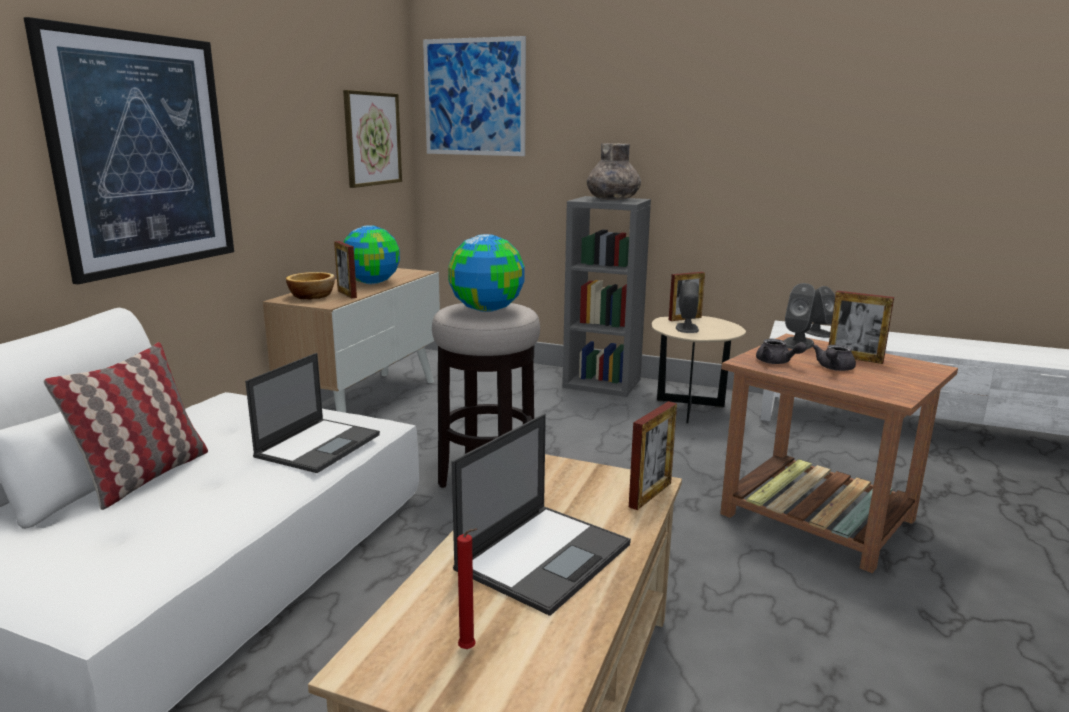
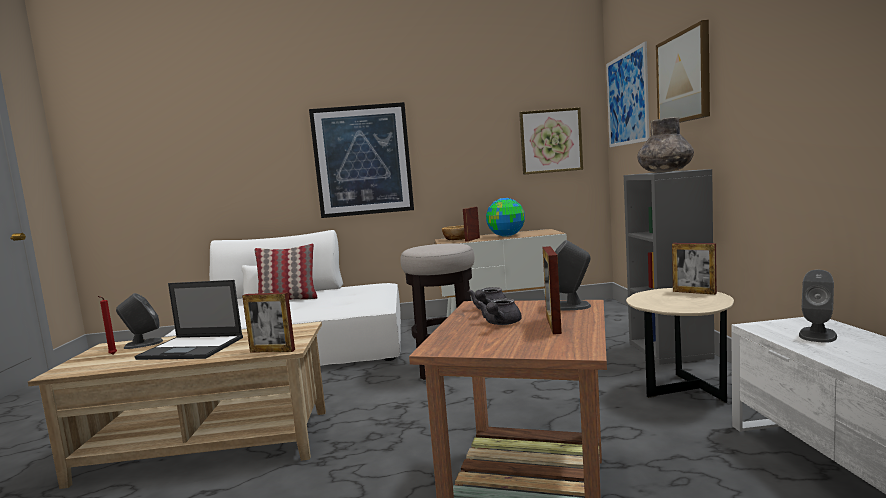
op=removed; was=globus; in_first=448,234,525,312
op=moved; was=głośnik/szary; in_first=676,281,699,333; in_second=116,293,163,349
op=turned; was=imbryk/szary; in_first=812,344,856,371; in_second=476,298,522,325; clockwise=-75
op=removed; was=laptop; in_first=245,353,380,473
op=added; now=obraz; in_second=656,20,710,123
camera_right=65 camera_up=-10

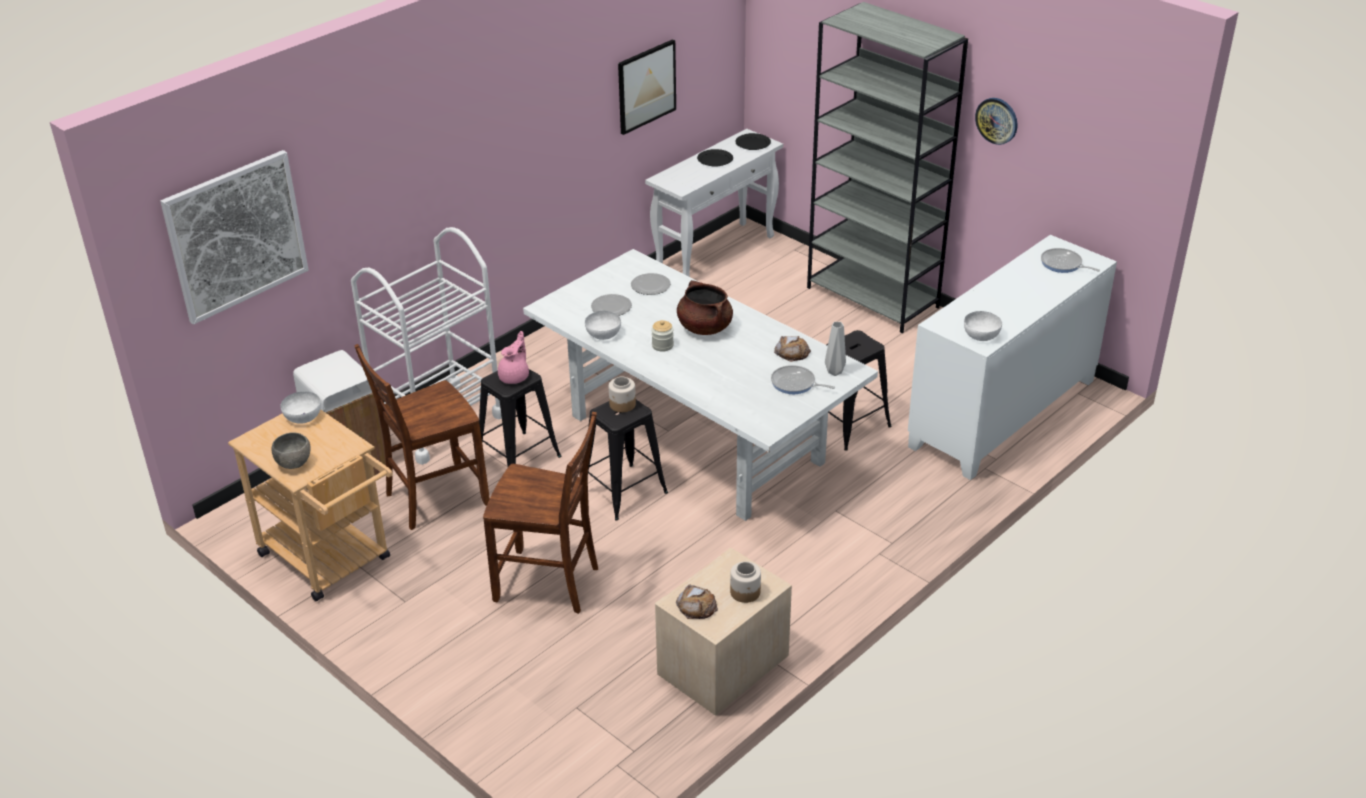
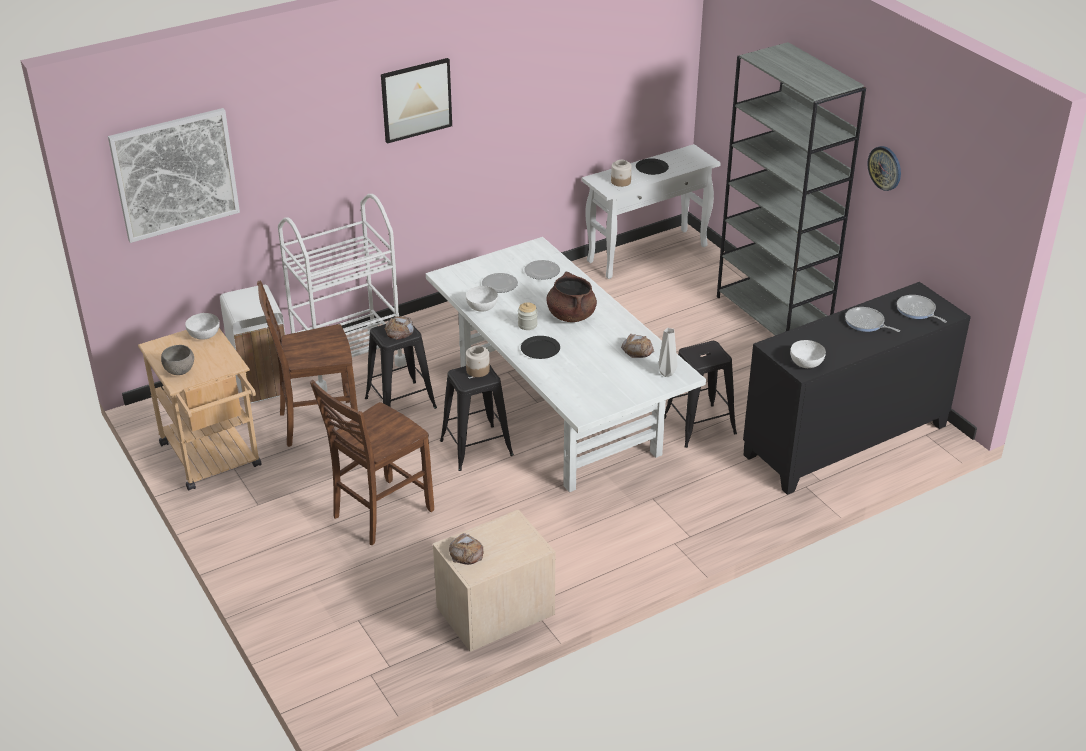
op=moved; was=obraz; in_first=618,39,676,135; in_second=381,58,452,144
op=moved; was=talerz/czarny; in_first=735,133,771,150; in_second=521,336,560,359
op=recoloured; was=szafka/biały; now=szafka/czarny; in_first=908,235,1117,480; in_second=743,282,971,495
op=replaced; was=imbryk/różowy; now=chleb; in_first=498,331,529,384; in_second=385,316,414,340
op=moved; was=patelnia; in_first=771,365,835,394; in_second=845,307,900,332
op=turned; was=krzesło/brązowy; in_first=483,412,598,614; in_second=310,380,434,545; clockwise=105
op=moved; was=słoik; in_first=730,561,761,603; in_second=611,160,632,187
camera_right=15 camera_up=0

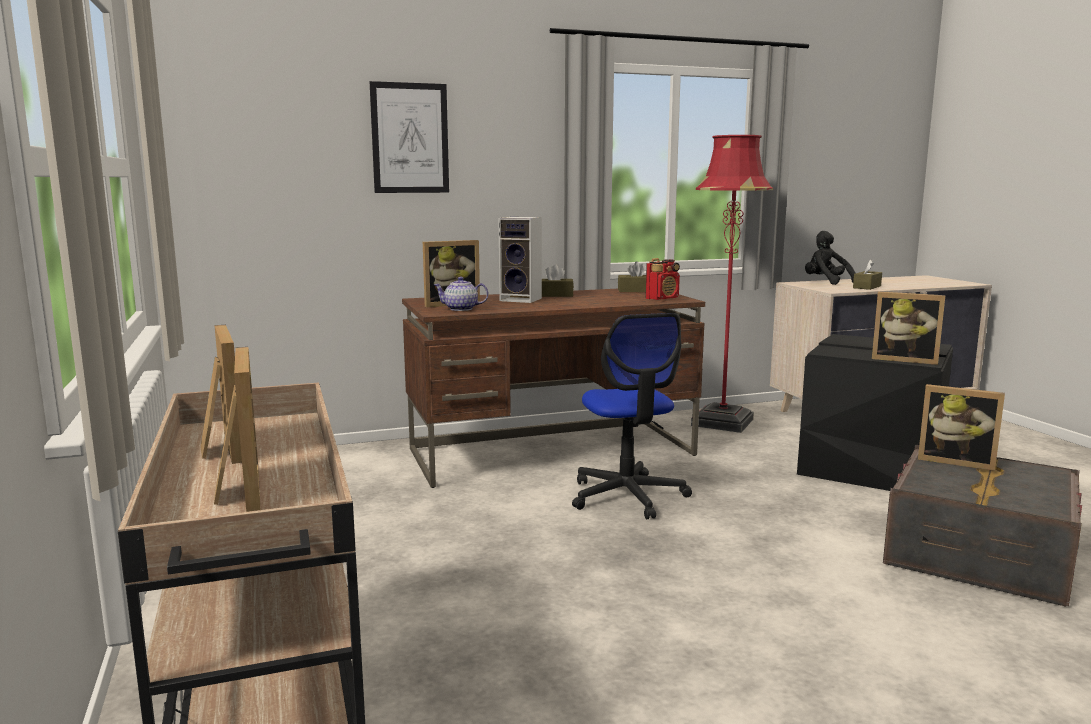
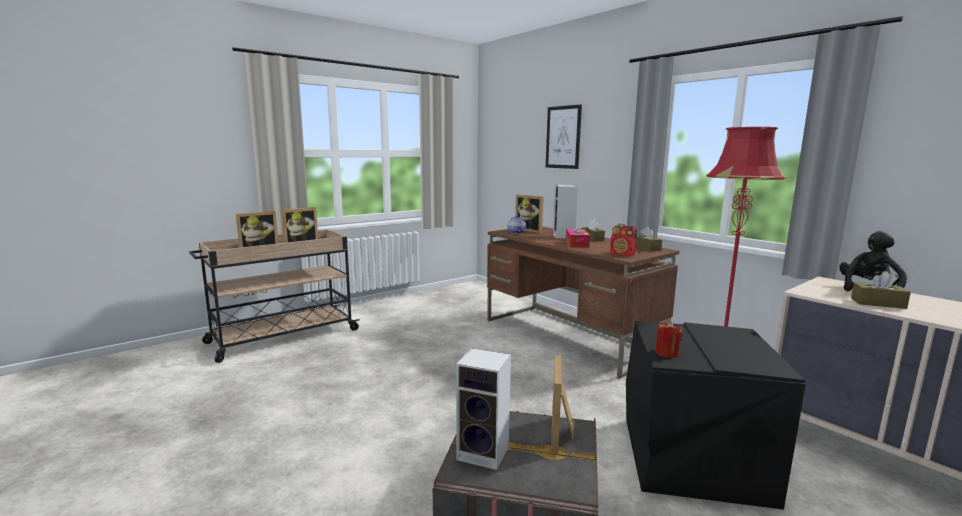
op=replaced; was=ramka na zdjęcie; now=świeca/czerwony; in_first=872,292,945,365; in_second=655,322,683,358
op=removed; was=krzesło biurowe; in_first=572,313,692,519
op=added; now=pudełko chusteczek; in_second=566,229,590,248
op=added; now=głośnik; in_second=456,348,511,470
camera_right=70 camera_up=0

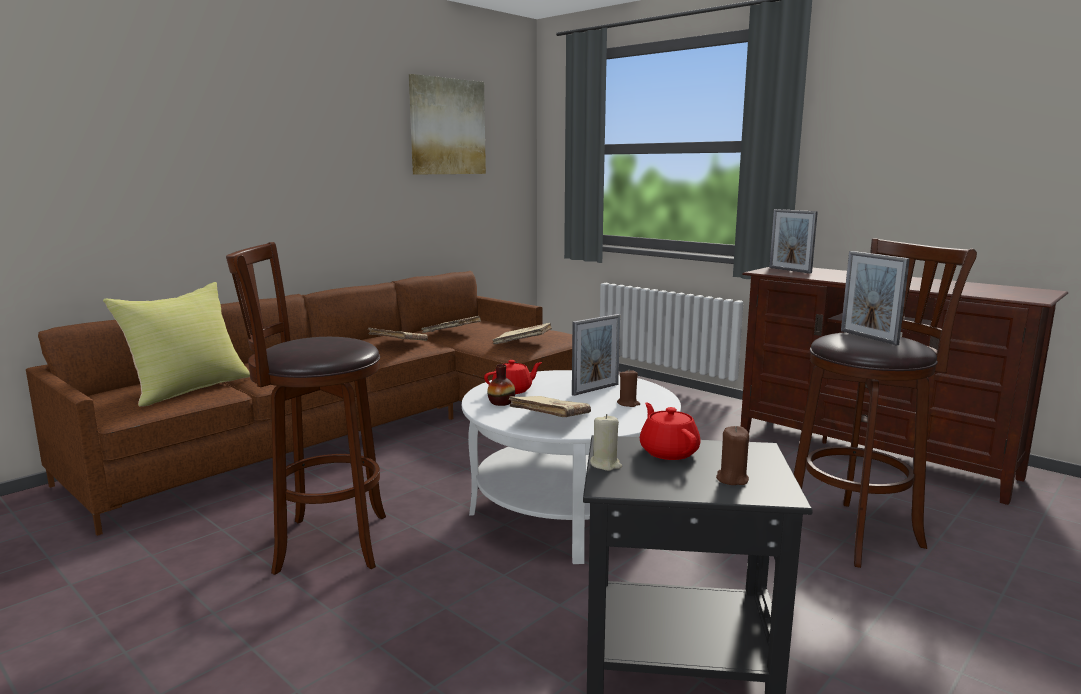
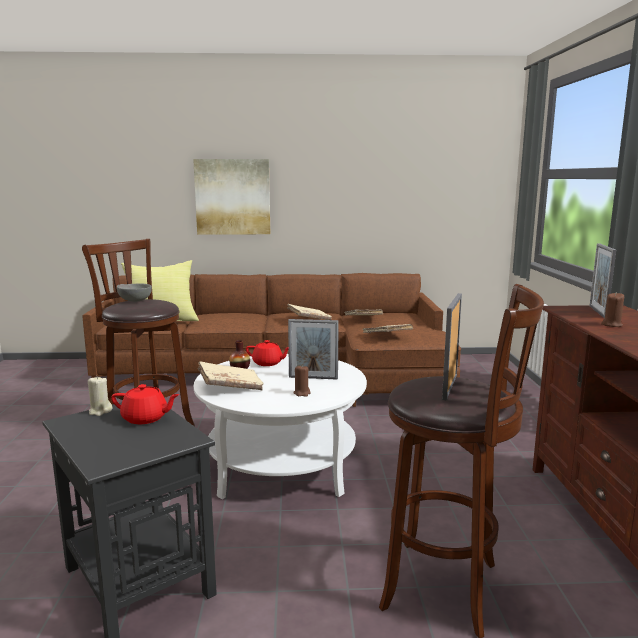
op=moved; was=obraz; in_first=409,74,486,174; in_second=193,159,270,235
op=turned; was=imbryk/czerwony; in_first=640,402,701,460; in_second=111,384,180,424; clockwise=75
op=moved; was=świeca/brązowy; in_first=716,426,749,485; in_second=601,293,624,327
op=added; now=miska/szary; in_second=117,283,152,302
camera_right=45 camera_up=0

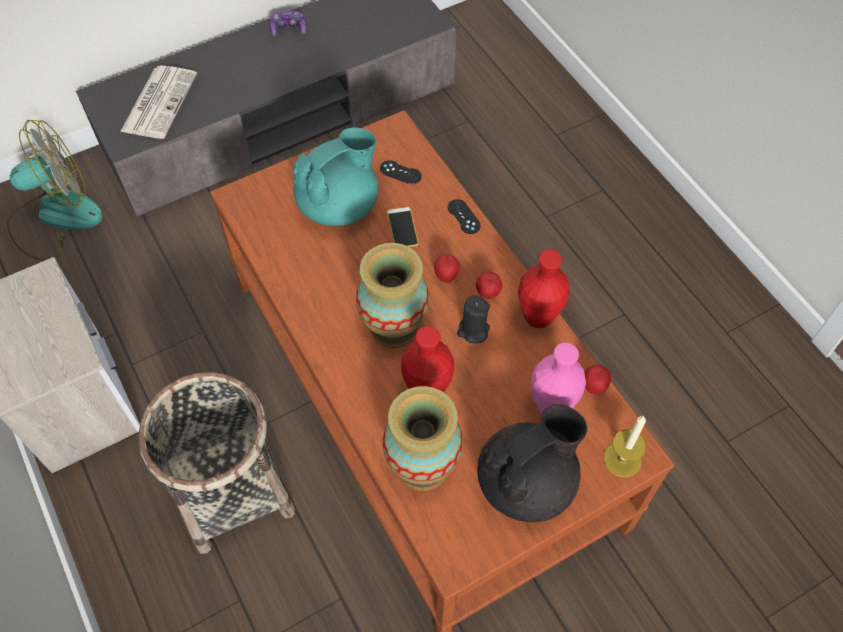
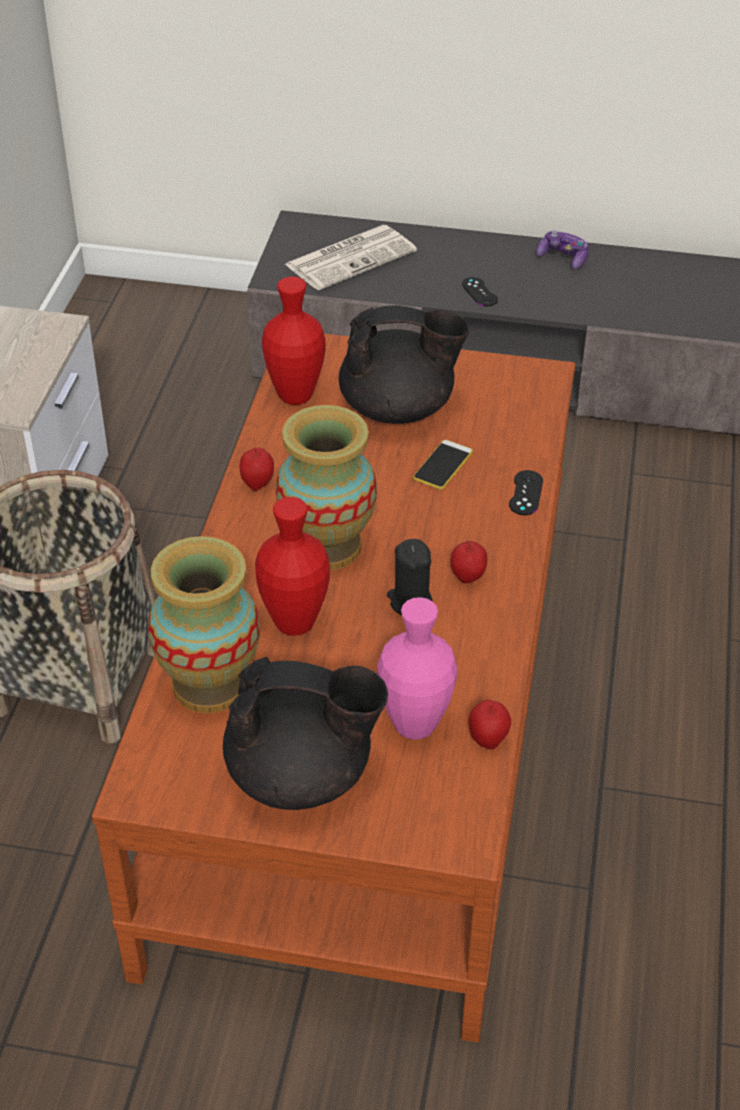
op=removed; was=wentylator; in_first=7,120,103,261
op=recoloured; was=imbryk/turkusowy; now=imbryk/czarny; in_first=293,127,378,226; in_second=339,305,470,424
op=moved; was=pad do gier/czarny; in_first=380,160,422,184; in_second=462,277,498,307
op=moved; was=wazon/czerwony; in_first=518,249,570,328; in_second=262,277,326,405
op=moved; was=jabłko; in_first=434,254,460,283; in_second=240,447,274,491
op=removed; was=świeca; in_first=603,416,647,478
camera_right=40 camera_up=-15

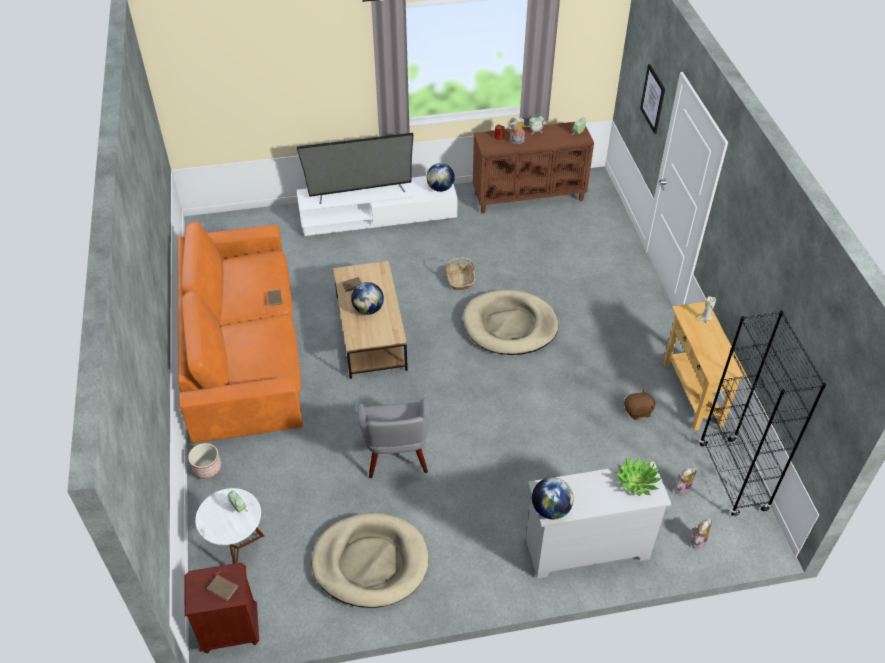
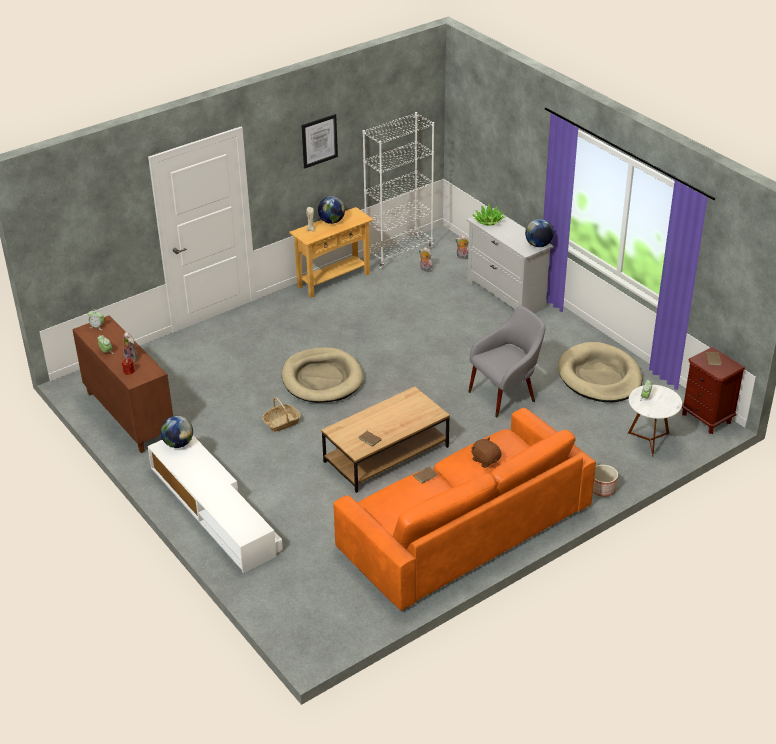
op=moved; was=obraz; in_first=640,64,665,134; in_second=301,114,338,168
op=removed; was=telewizor; in_first=297,133,413,204
op=moved; was=globus; in_first=351,282,384,315; in_second=318,196,345,224
op=recoloured; was=regał/czarny; now=regał/biały; in_first=699,311,826,516; in_second=363,112,434,269
op=moved; was=pluszak/brązowy; in_first=624,390,656,420; in_second=471,437,502,468
camera_right=-115 camera_up=-10

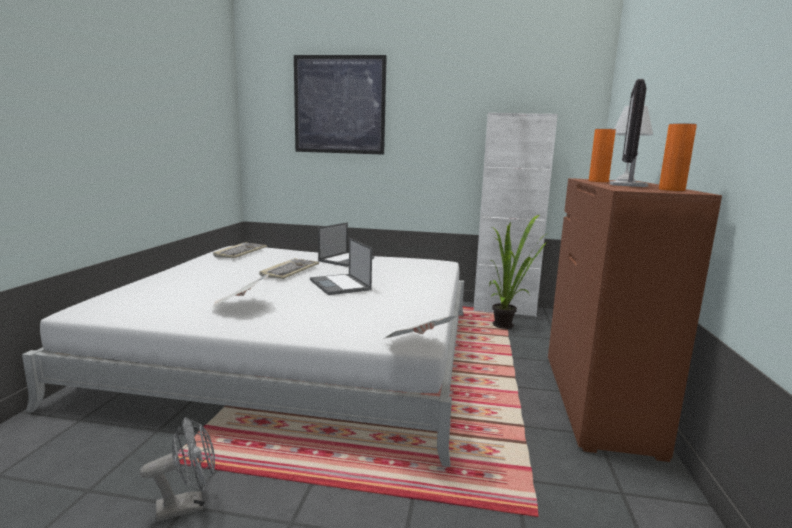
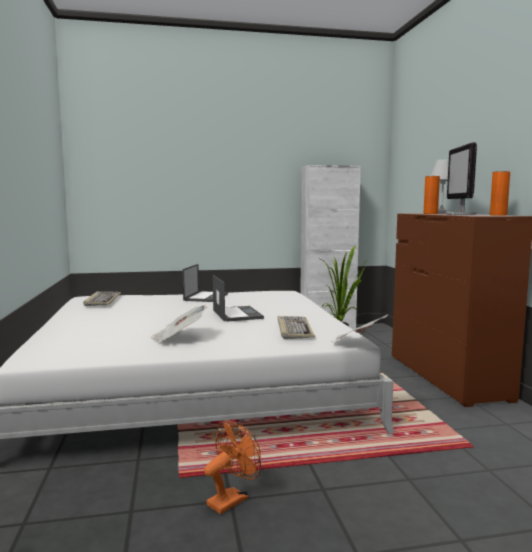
op=removed; was=obraz; in_first=294,55,387,155
op=turned; was=laptop; in_first=310,238,372,295; in_second=213,275,264,322; clockwise=-150
op=moved; was=klawiatura; in_first=259,258,319,279; in_second=278,316,315,339
op=recoloured; was=wentylator/szary; now=wentylator/pomarańczowy; in_first=140,417,215,522; in_second=204,421,261,514
camera_right=-20 camera_up=-5

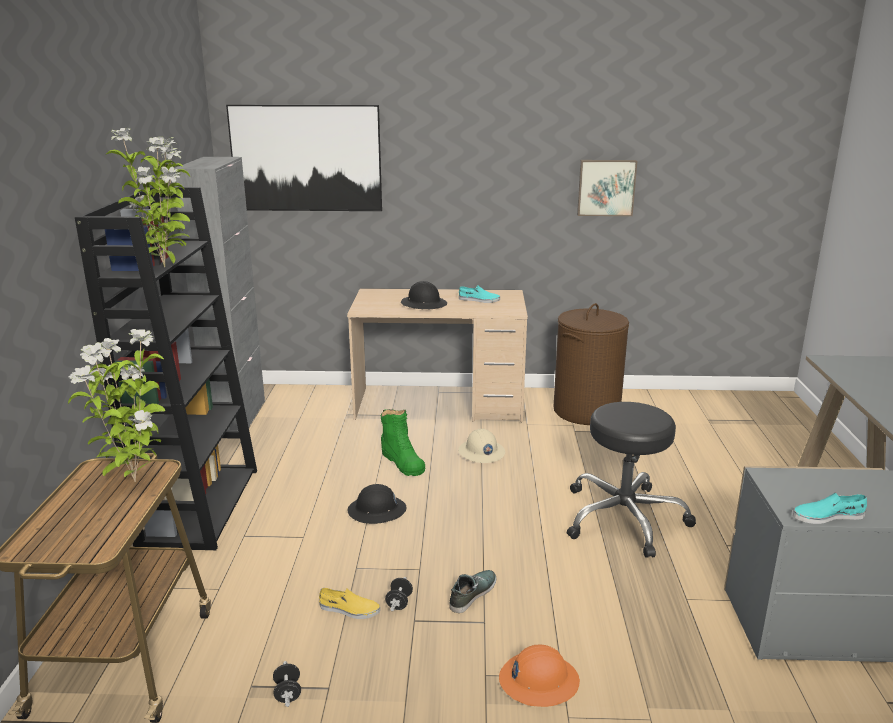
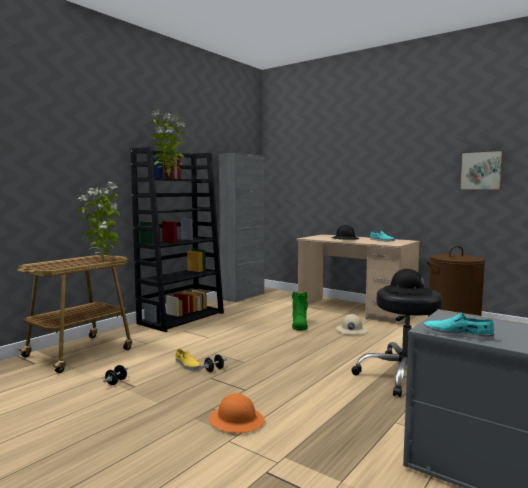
op=removed; was=obraz; in_first=226,105,382,211
op=moved; was=kask/czarny; in_first=347,484,407,524; in_second=383,269,432,295
op=removed; was=but; in_first=449,570,496,613
camera_right=35 camera_up=-15

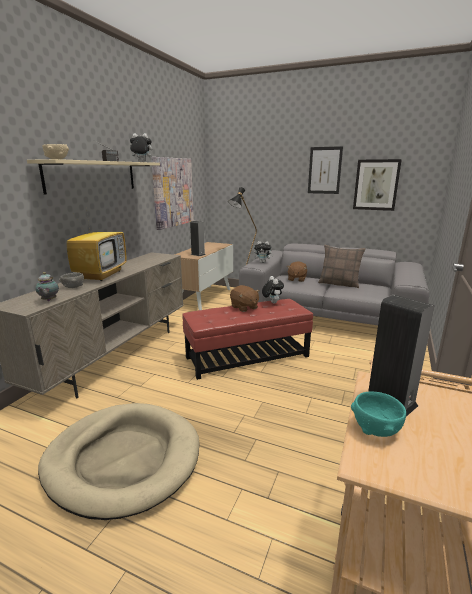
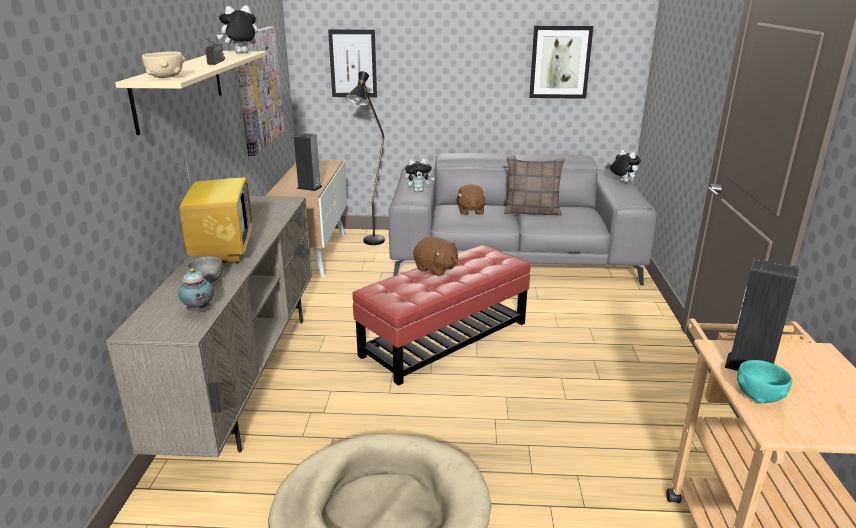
op=moved; was=obraz; in_first=308,146,343,194; in_second=328,29,377,98
op=moved; was=pluszak; in_first=262,276,284,304; in_second=610,150,641,183
camera_right=-20 camera_up=5

